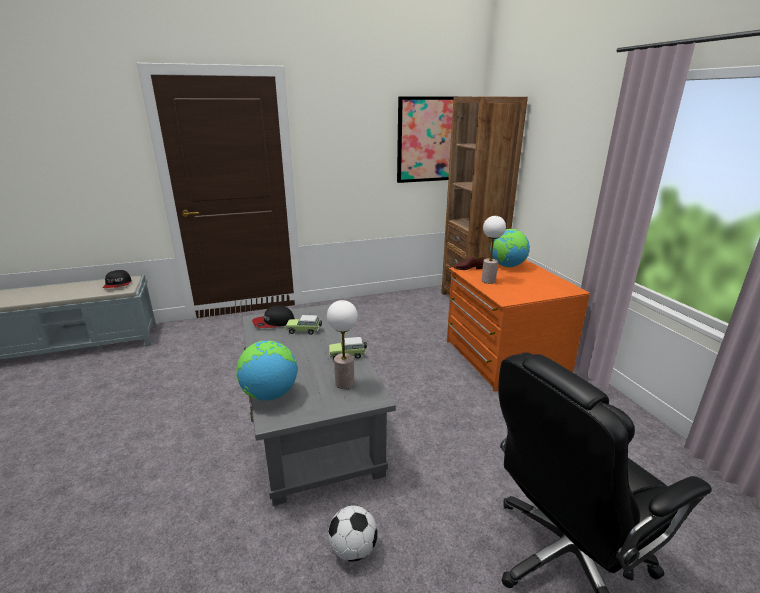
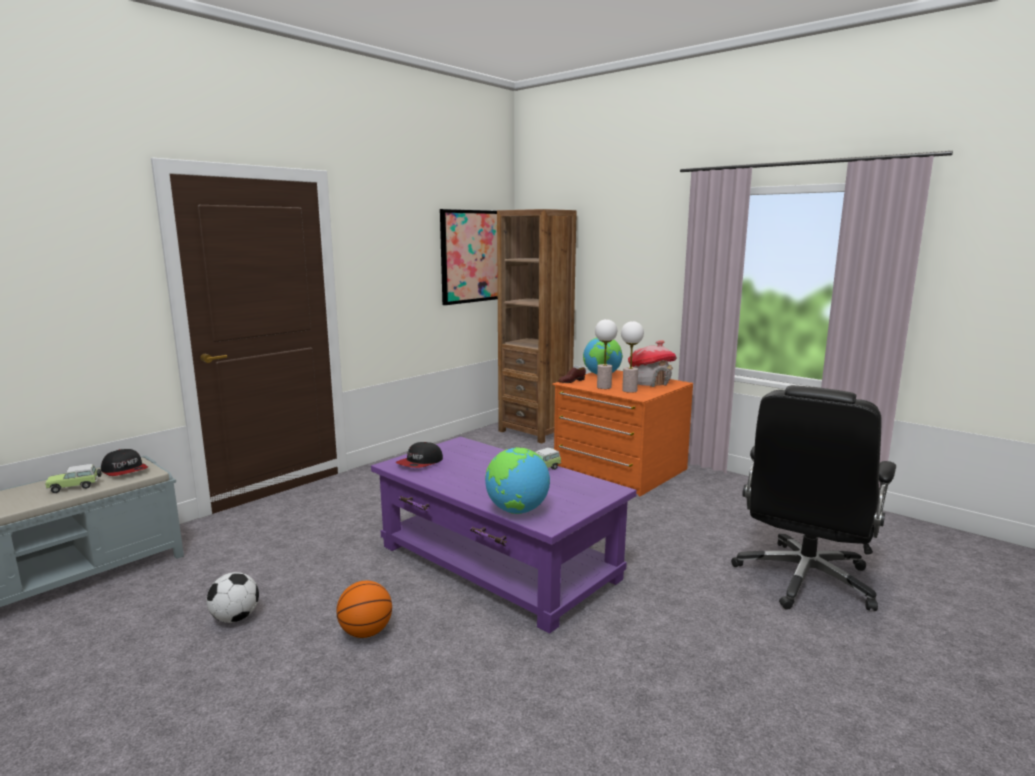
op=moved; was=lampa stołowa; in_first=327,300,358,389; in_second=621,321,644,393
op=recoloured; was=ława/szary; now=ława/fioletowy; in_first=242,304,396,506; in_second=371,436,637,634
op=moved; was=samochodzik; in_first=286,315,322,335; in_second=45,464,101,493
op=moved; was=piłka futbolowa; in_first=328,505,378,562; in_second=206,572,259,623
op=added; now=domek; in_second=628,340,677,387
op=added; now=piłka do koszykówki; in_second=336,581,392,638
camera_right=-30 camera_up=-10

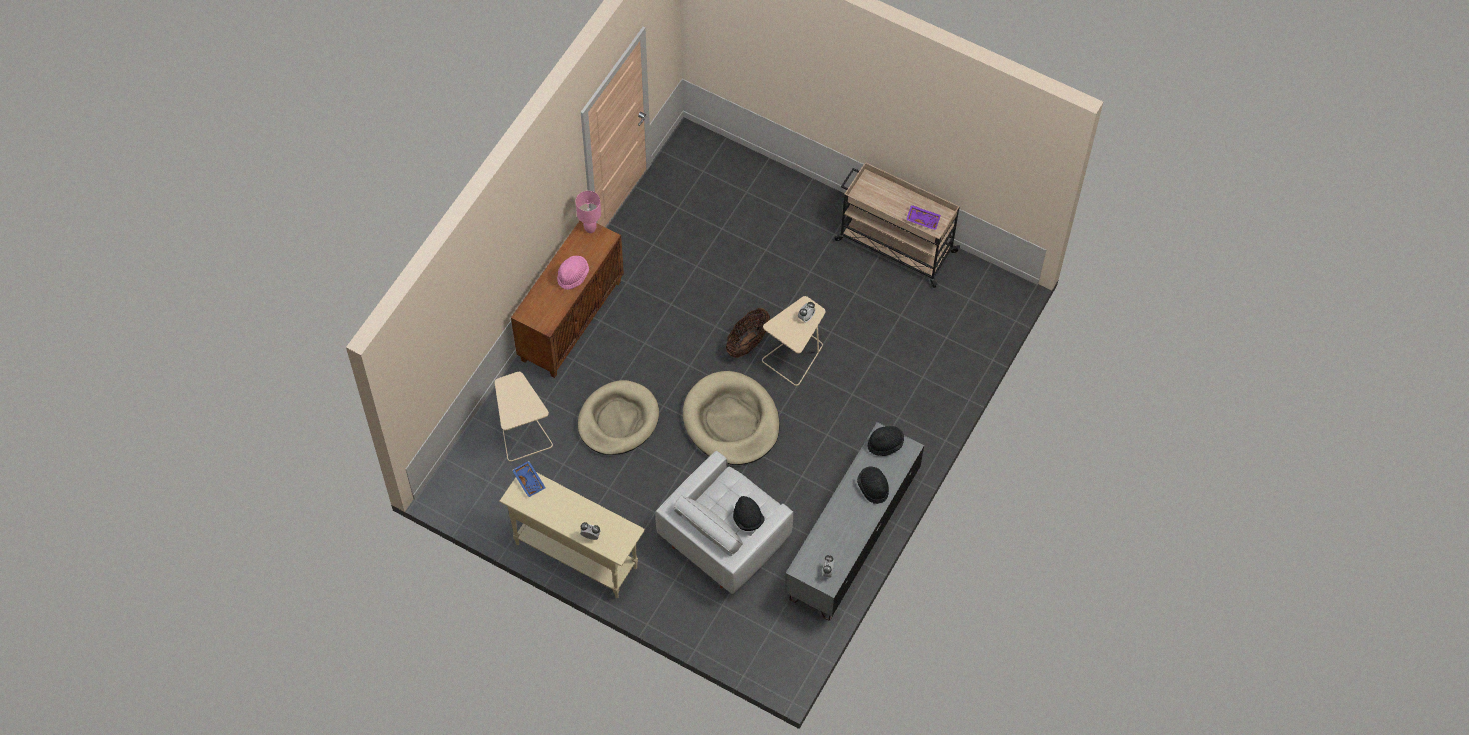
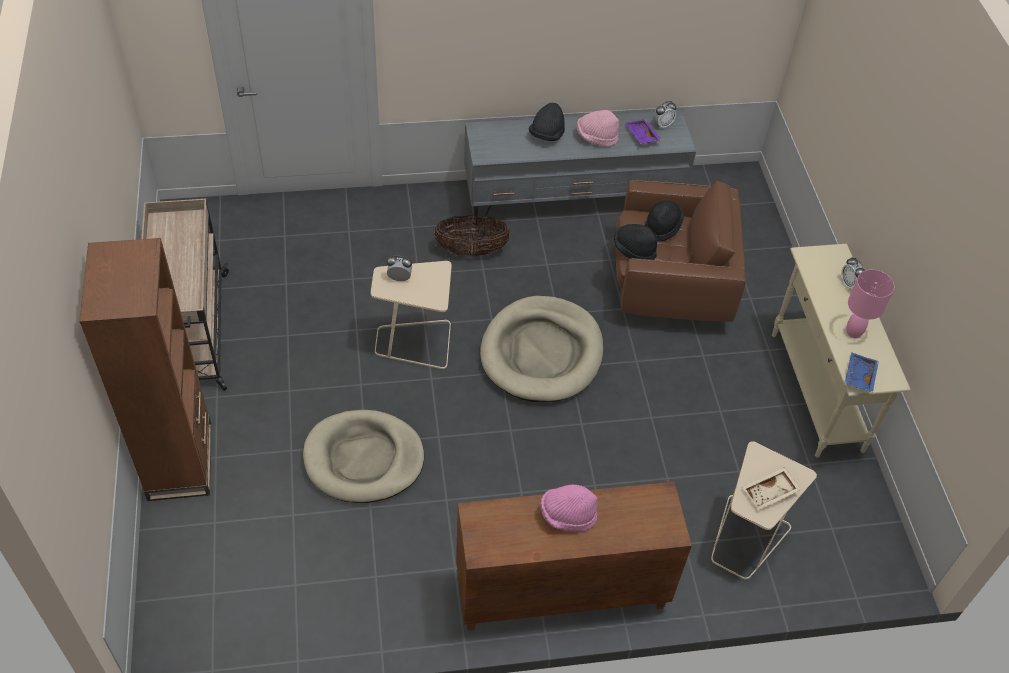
op=moved; was=lampa stołowa/różowy; in_first=576,191,601,233; in_second=846,270,894,338
op=moved; was=taca/fioletowy; in_first=906,205,941,230; in_second=625,119,661,144
op=moved; was=koszyk; in_first=726,308,770,358; in_second=434,215,510,256
op=moved; was=legowisko/beżowy; in_first=578,380,659,455; in_second=303,410,424,503
op=moved; was=kapelusz/czarny; in_first=868,426,904,456; in_second=614,224,657,260
op=recoloured; was=fotel/biały; now=fotel/brązowy; in_first=655,451,794,594; in_second=616,180,746,322
op=added; now=kapelusz/różowy; in_second=577,110,619,146
op=added; now=regał/brązowy; in_second=79,238,211,501
op=added; now=taca/beżowy; in_second=742,467,801,510
camera_right=-130 camera_up=-10

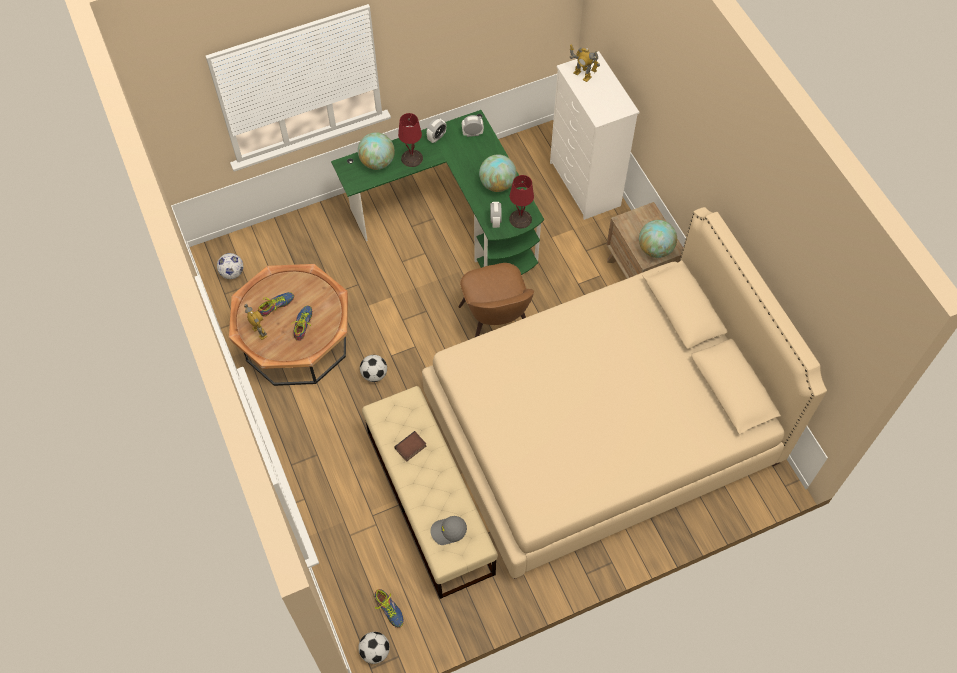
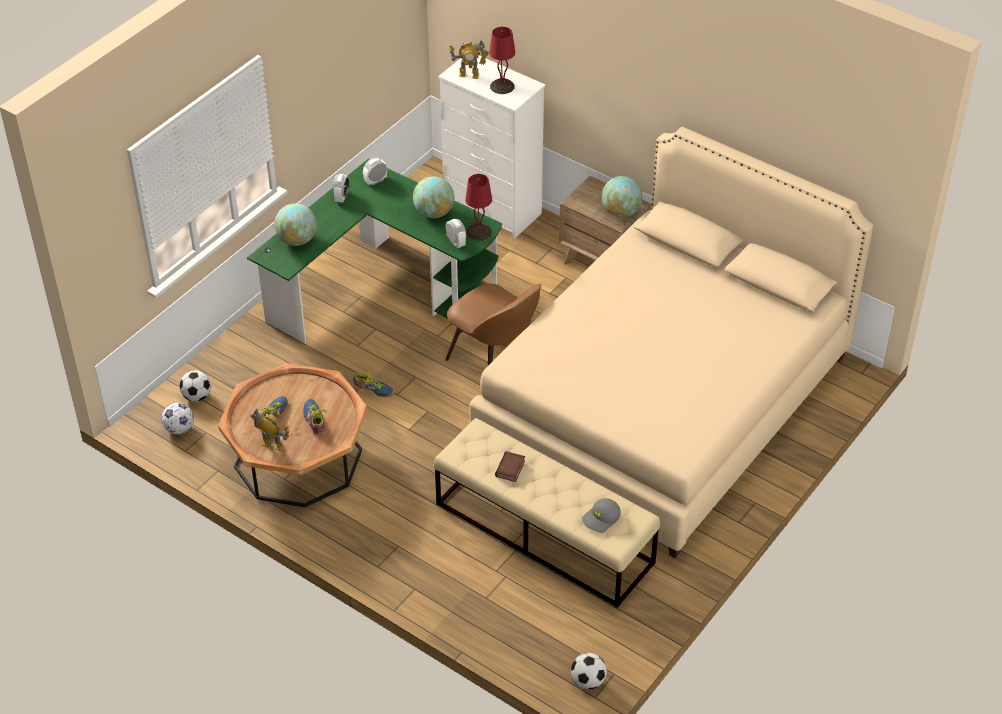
op=moved; was=lampa stołowa/czerwony; in_first=398,113,423,167; in_second=489,27,515,94
op=moved; was=piłka futbolowa; in_first=360,355,387,382; in_second=179,370,211,402
op=moved; was=but; in_first=373,589,404,628; in_second=353,371,394,397
camera_right=-30 camera_up=-15

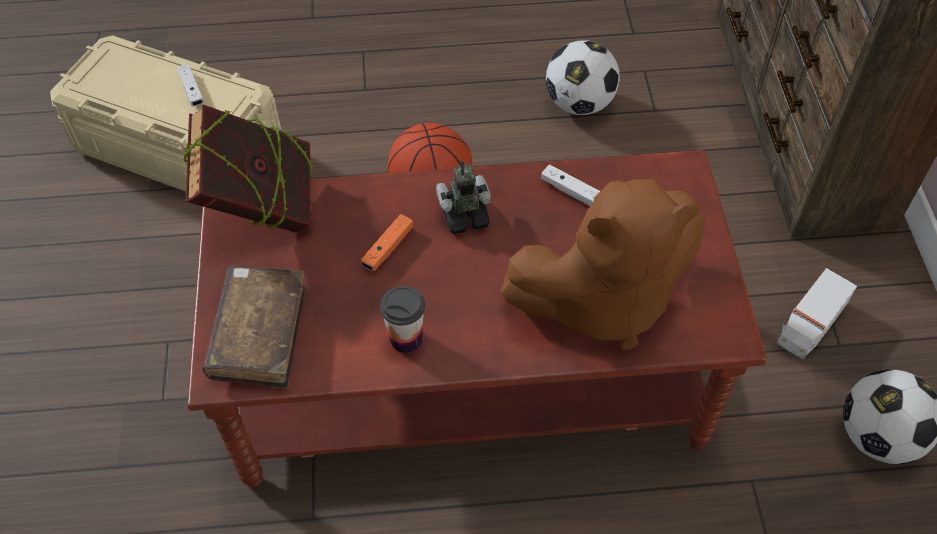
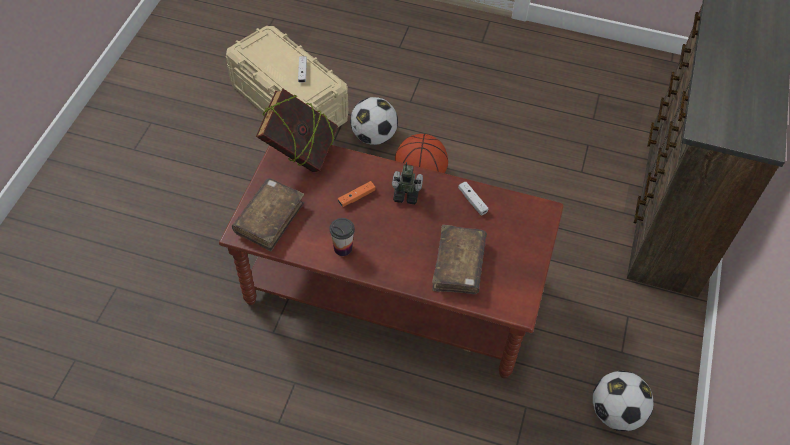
op=moved; was=piłka futbolowa; in_first=546,40,620,115; in_second=350,97,398,145
op=replaced; was=pluszak/brązowy; now=książka/brązowy; in_first=500,179,706,350; in_second=432,225,487,294
op=removed; was=ciężarówka zabawkowa; in_first=777,268,857,359
camera_right=20 camera_up=0

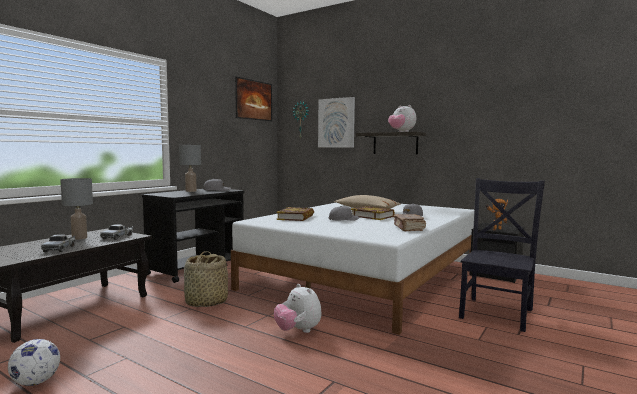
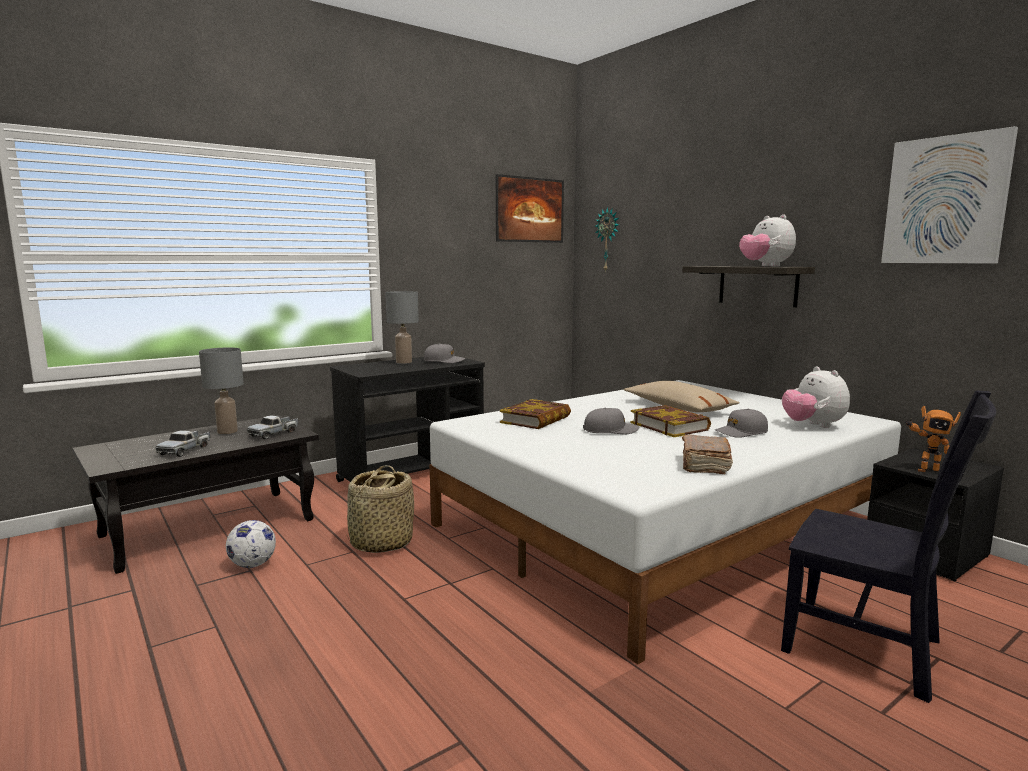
op=moved; was=obraz; in_first=318,97,355,148; in_second=881,126,1018,263
op=turned; was=krzesło/czarny; in_first=459,178,545,332; in_second=781,390,996,703; clockwise=75
op=moved; was=pluszak; in_first=274,284,322,333; in_second=782,367,850,428
op=moved; was=piłka futbolowa; in_first=8,339,60,386; in_second=226,520,276,568
camera_right=20 camera_up=5

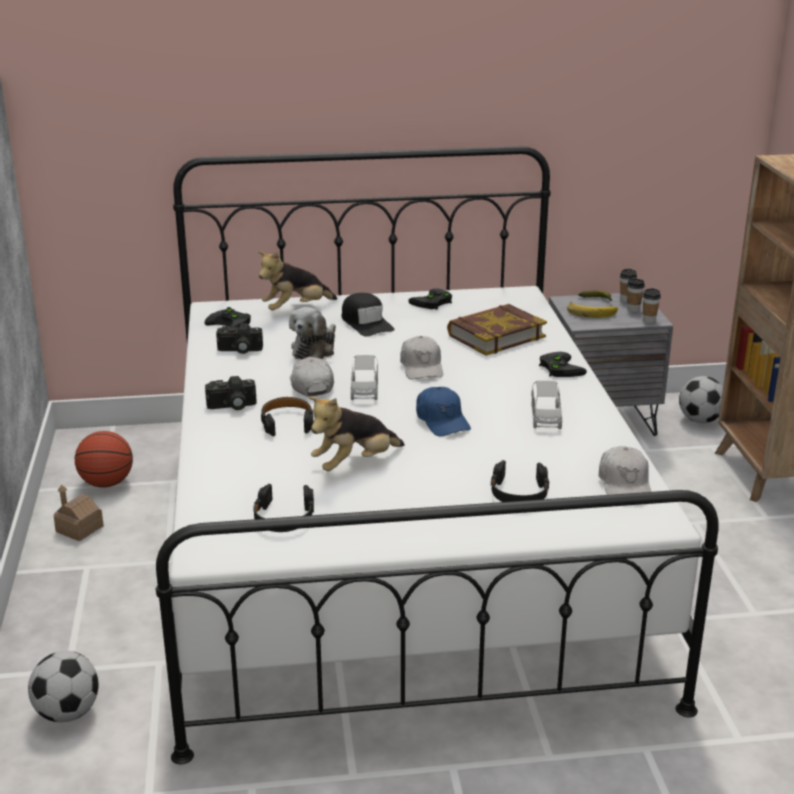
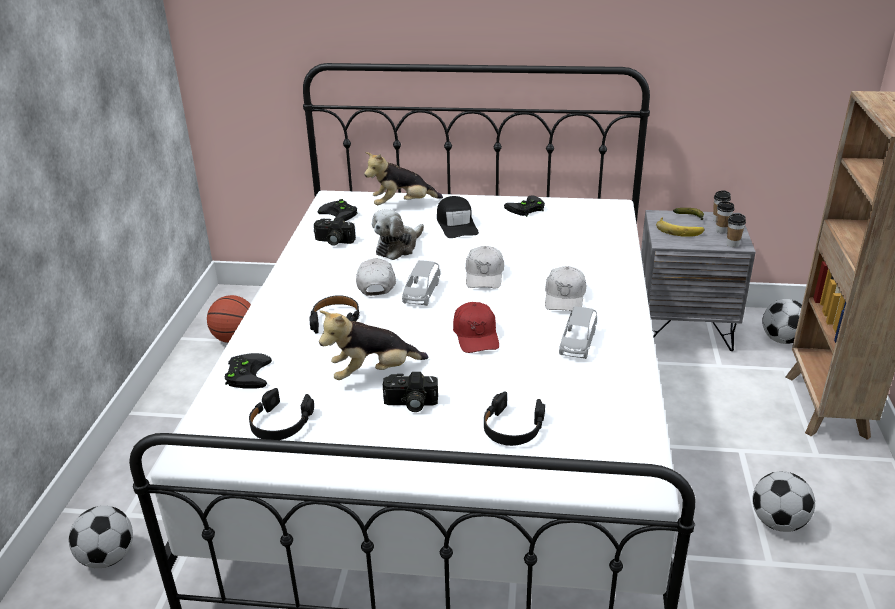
op=removed; was=książka; in_first=447,304,547,356
op=moved; was=pad do gier/czarny; in_first=539,352,587,377; in_second=225,353,272,388
op=moved; was=aparat fotograficzny; in_first=205,376,257,410; in_second=383,372,438,412
op=recoloured; was=czapka z daszkiem/niebieski; now=czapka z daszkiem/czerwony; in_first=416,387,471,436; in_second=453,302,499,353
op=moved; was=czapka z daszkiem/biały; in_first=598,446,651,495; in_second=545,266,586,311
op=removed; was=domek; in_first=54,485,104,541
op=added; now=piłka futbolowa; in_second=753,471,815,532
camera_right=15 camera_up=5

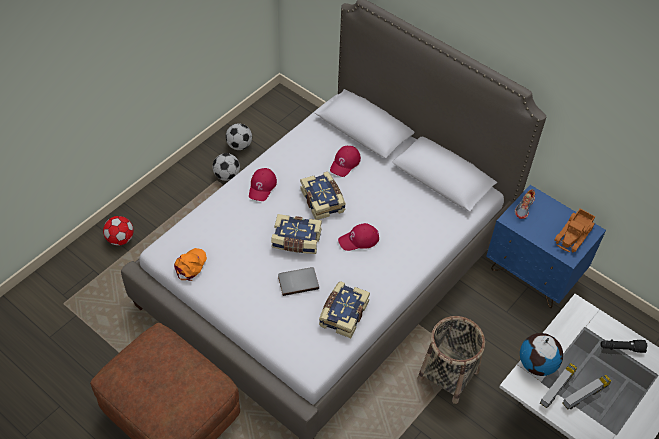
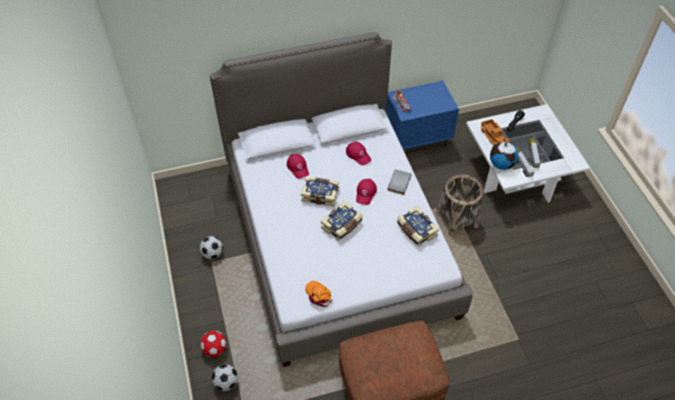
op=moved; was=piłka futbolowa; in_first=226,123,252,150; in_second=212,364,238,391
op=moved; was=czapka z daszkiem/czerwony; in_first=249,168,277,201; in_second=346,142,371,165
op=moved; was=ciężarówka zabawkowa; in_first=554,209,595,252; in_second=480,119,510,146
op=moved; was=książka/szary; in_first=278,267,319,296; in_second=387,170,412,195
camera_right=-55 camera_up=0

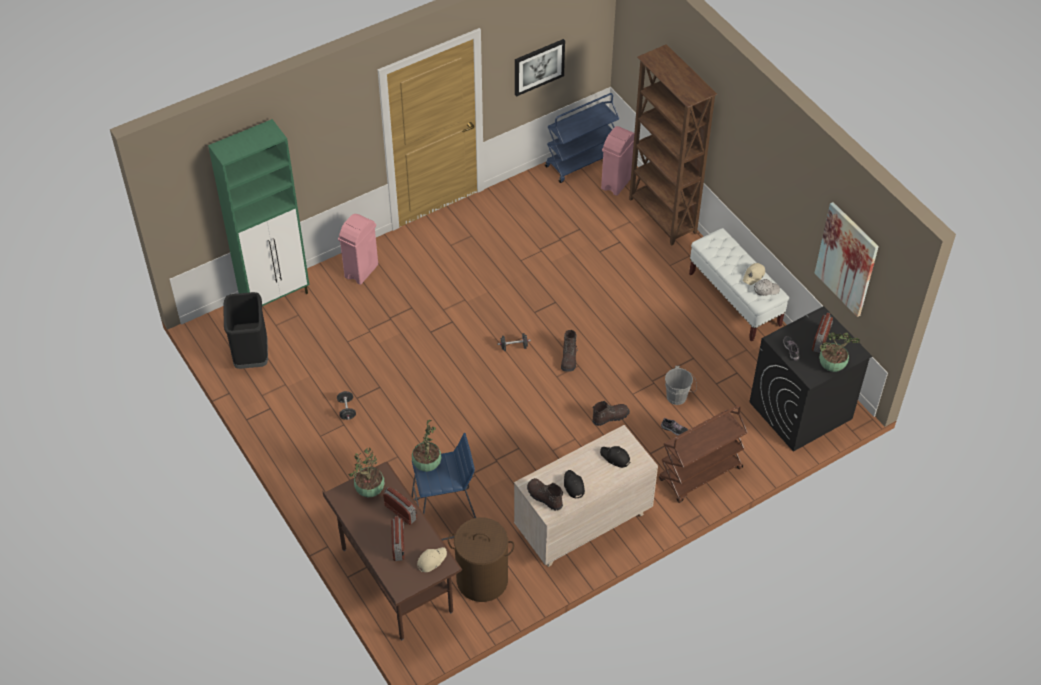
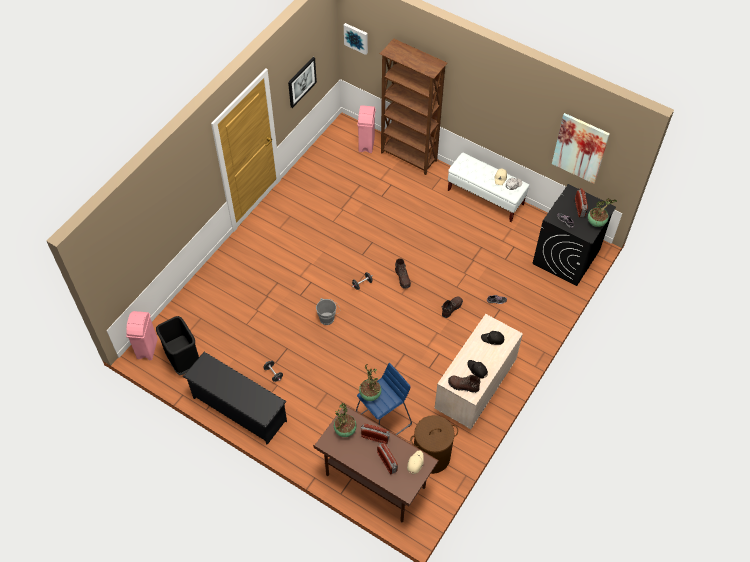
op=removed; was=wózek/niebieski; in_first=545,93,620,183
op=removed; was=szafka/zielony; in_first=208,119,309,306
op=moved; was=kosz na śmieci/różowy; in_first=338,214,378,285; in_second=126,311,158,360
op=moved; was=wiadro/szary; in_first=665,366,697,405; in_second=316,298,340,325
op=removed; was=wózek/brązowy; in_first=659,405,748,503
op=added; now=obraz; in_second=344,23,368,55
op=added; now=regał na buty/czarny; in_second=183,352,287,445
camera_right=-25 camera_up=5

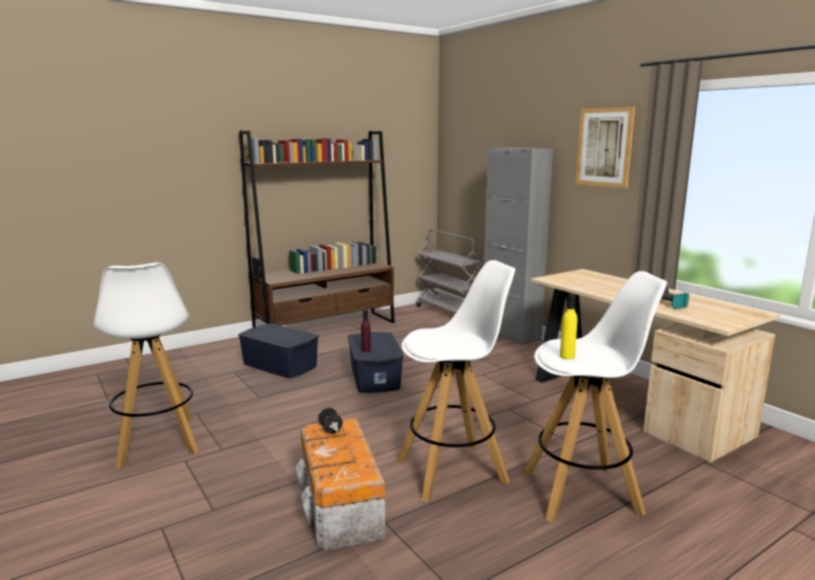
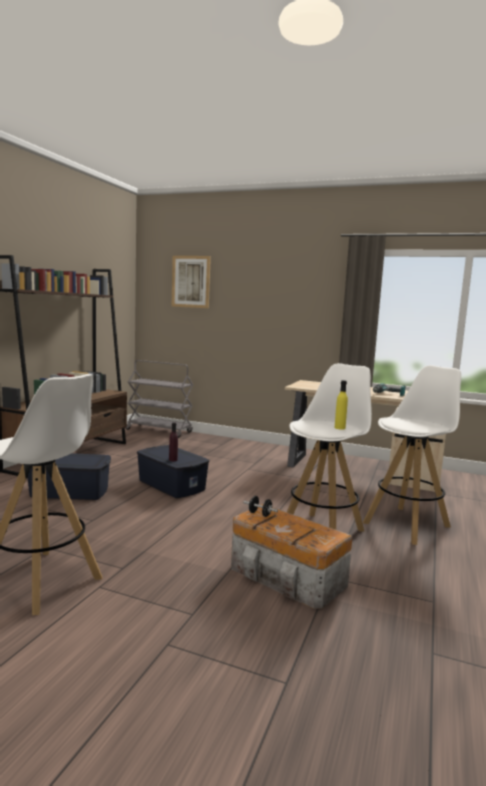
op=moved; was=obraz; in_first=575,107,635,188; in_second=172,256,211,308
op=removed; was=szafka/szary; in_first=484,148,553,346
op=moved; was=butelka/żółty; in_first=560,293,578,359; in_second=335,380,348,430
camera_right=-35 camera_up=-5

